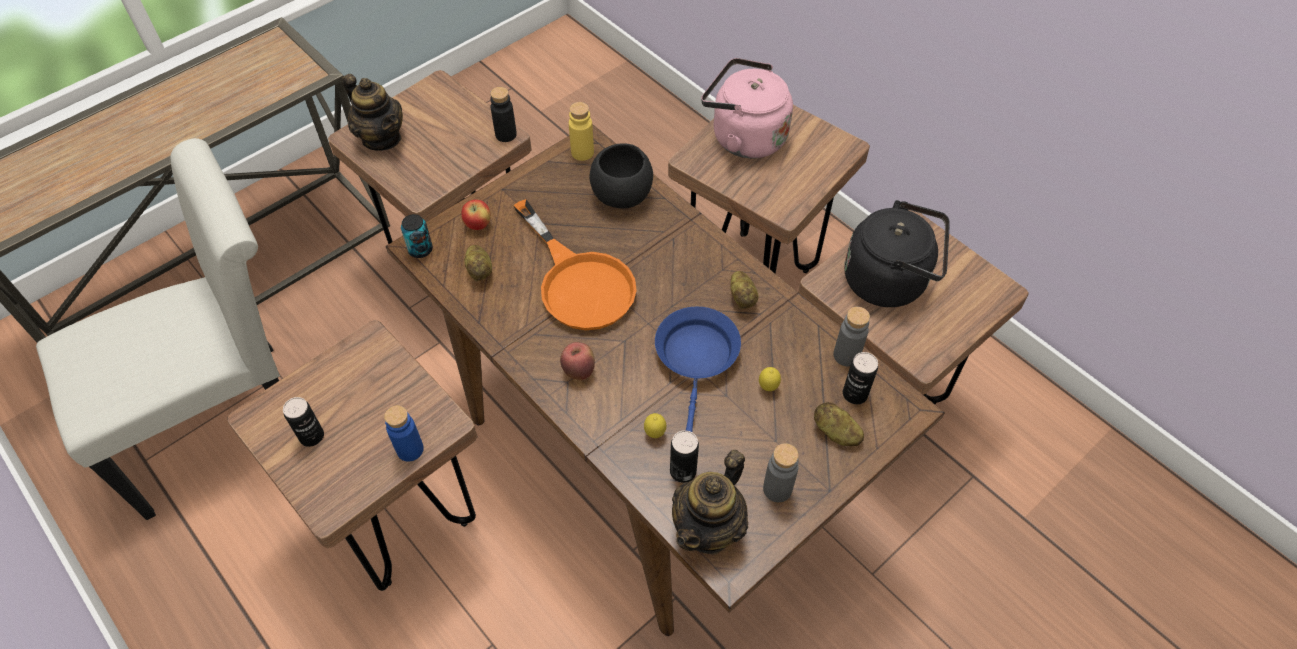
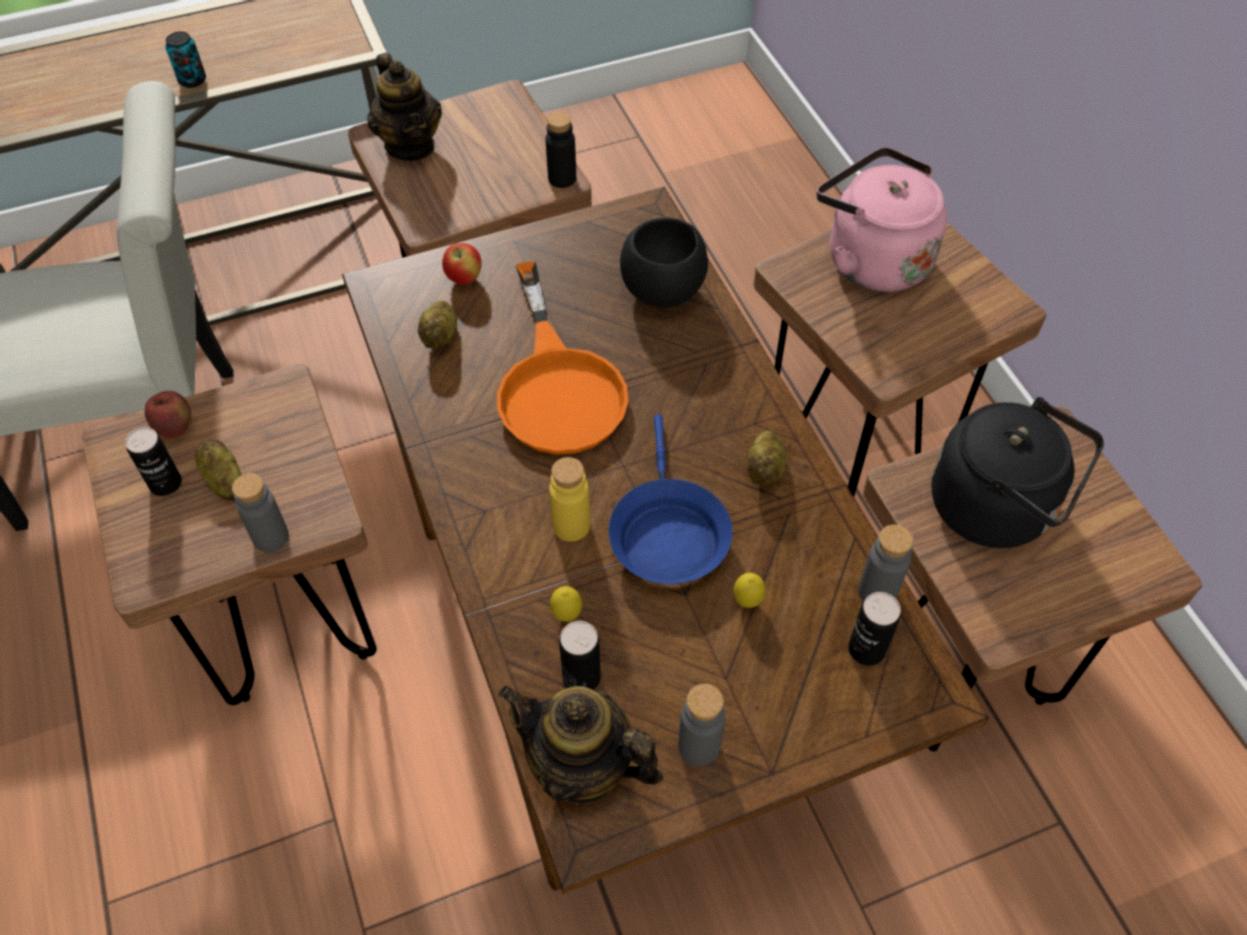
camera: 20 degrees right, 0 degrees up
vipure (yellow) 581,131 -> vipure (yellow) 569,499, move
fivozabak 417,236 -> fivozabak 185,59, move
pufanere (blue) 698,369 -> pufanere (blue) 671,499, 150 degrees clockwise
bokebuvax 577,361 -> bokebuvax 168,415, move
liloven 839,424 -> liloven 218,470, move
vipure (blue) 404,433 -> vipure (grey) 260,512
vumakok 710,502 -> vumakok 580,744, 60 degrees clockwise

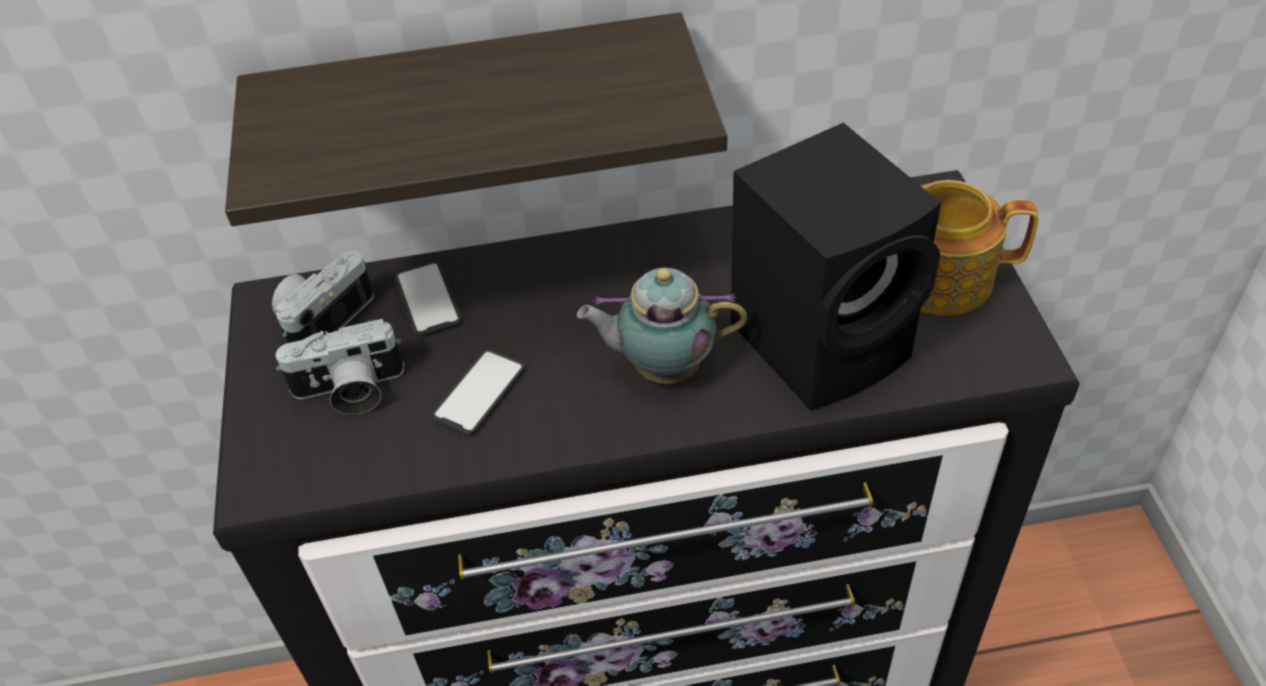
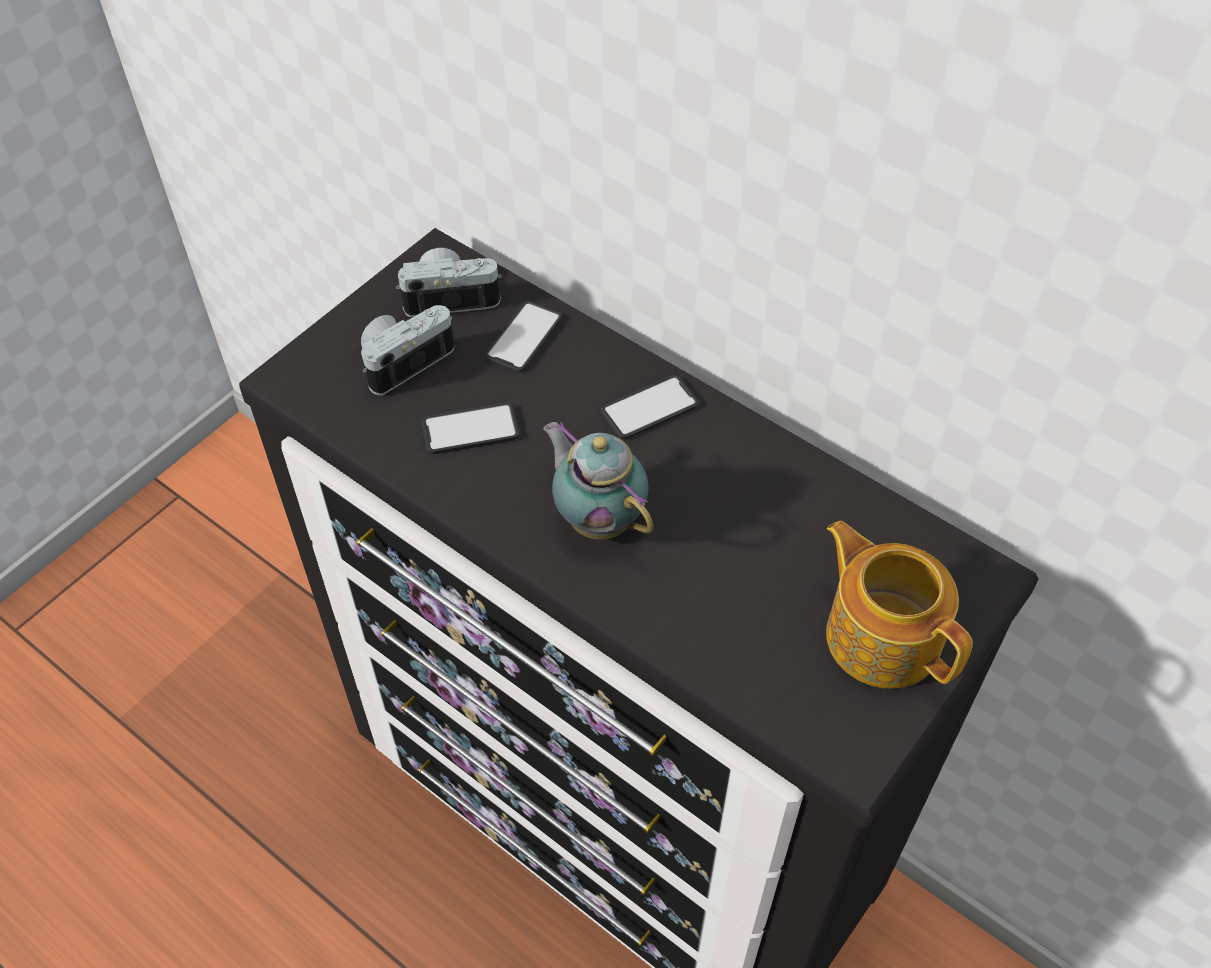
camera: 45 degrees right, 5 degrees up
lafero 476,119 -> none
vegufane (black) 836,267 -> none
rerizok 340,367 -> rerizok 407,350, 105 degrees clockwise
none -> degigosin 650,407

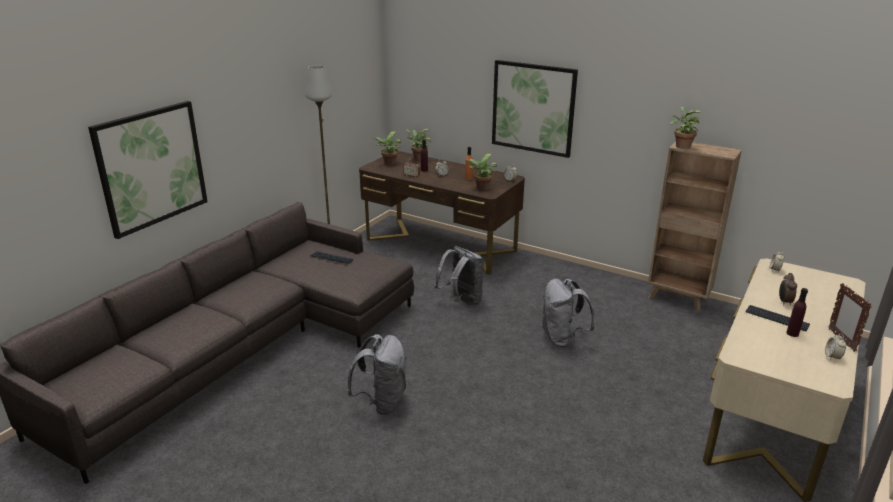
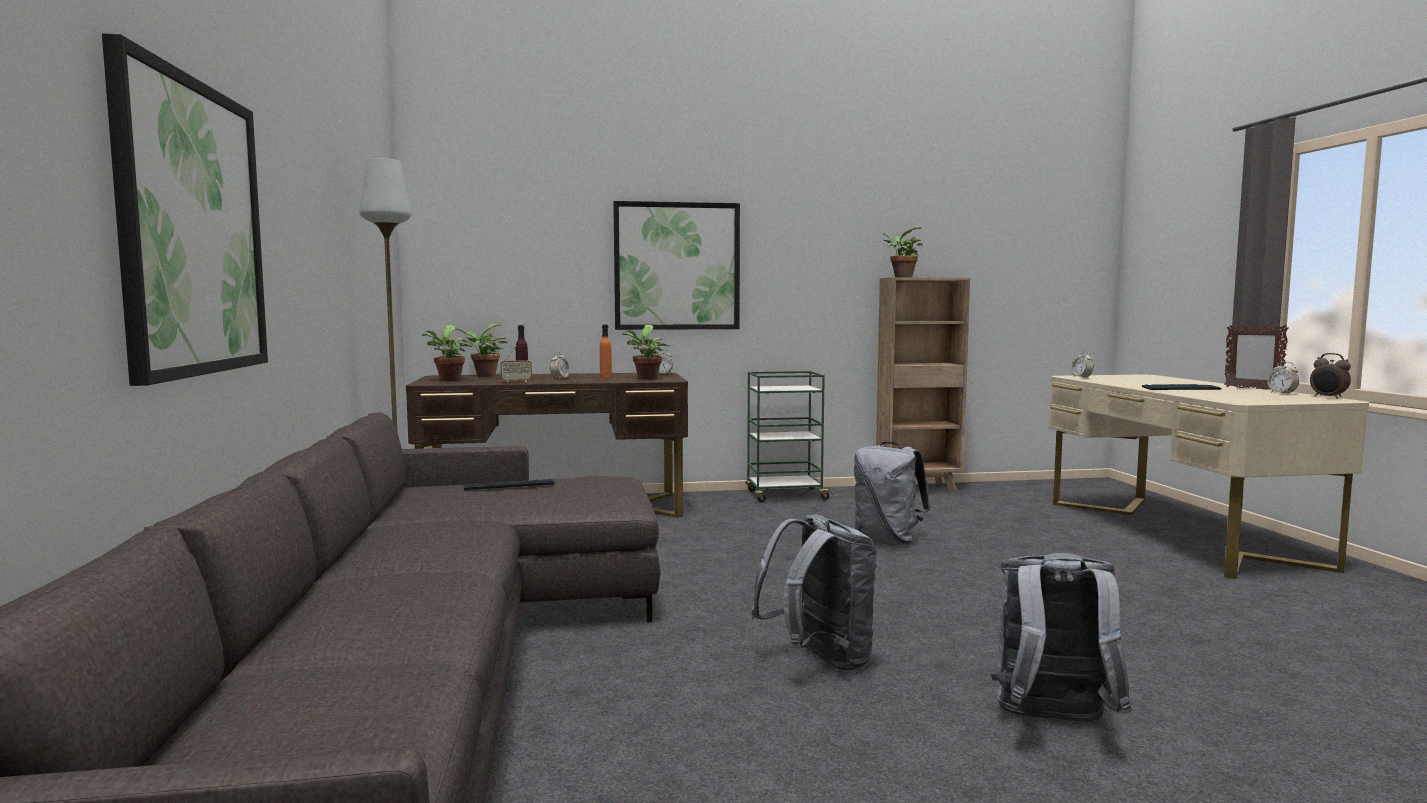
camera: 40 degrees left, 20 degrees down
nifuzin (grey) 459,276 -> nifuzin (grey) 1061,637, move
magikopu 788,289 -> magikopu 1330,376, move
vipure (purple) 797,312 -> none
none -> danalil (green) 789,436

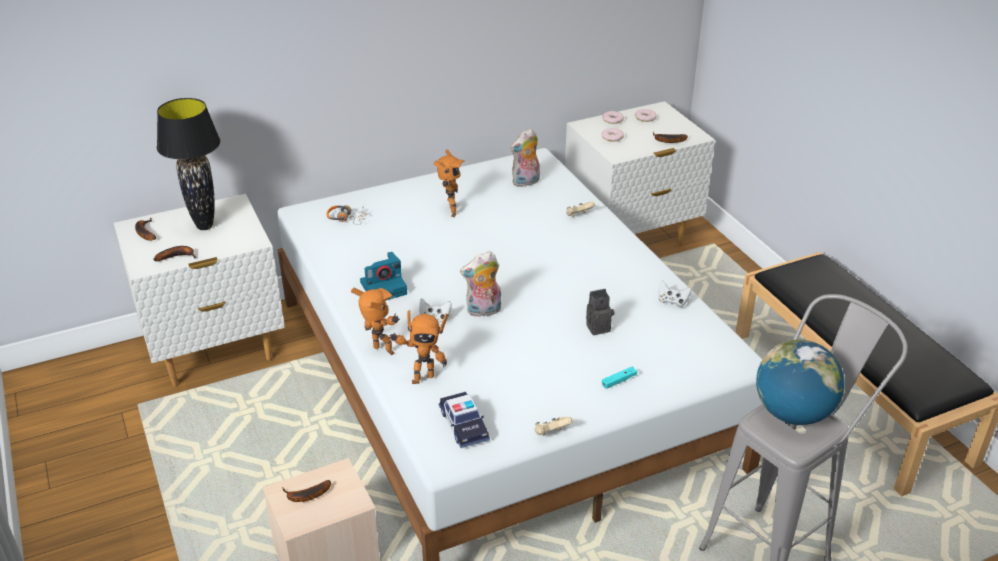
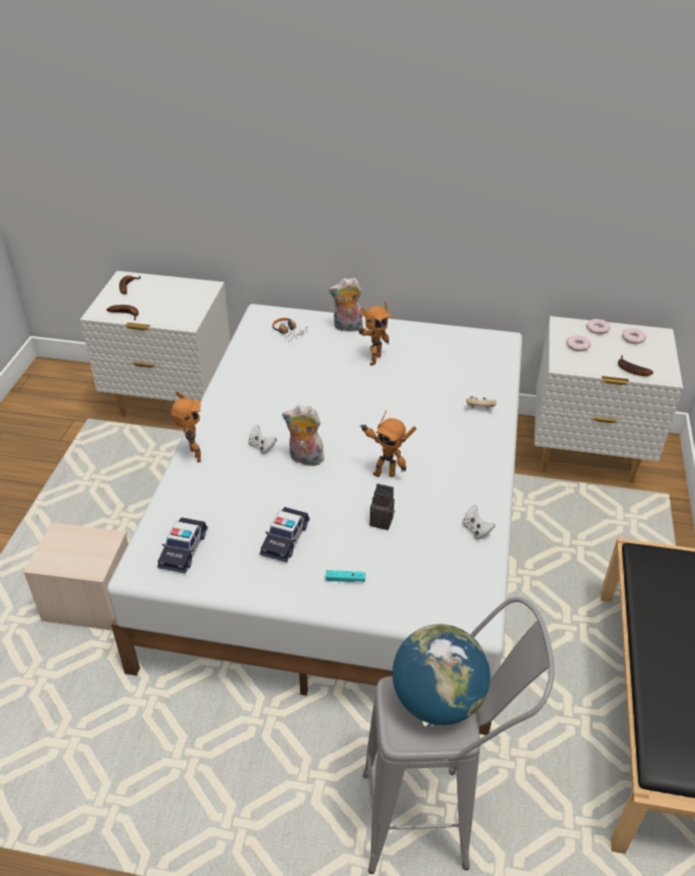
camera: 35 degrees right, 5 degrees up
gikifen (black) 188,164 -> none
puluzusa 525,157 -> puluzusa 346,305, move
rerizok 383,276 -> none
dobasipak 418,347 -> dobasipak 388,444, move
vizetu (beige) 553,426 -> none
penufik 307,491 -> none
none -> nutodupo 285,534

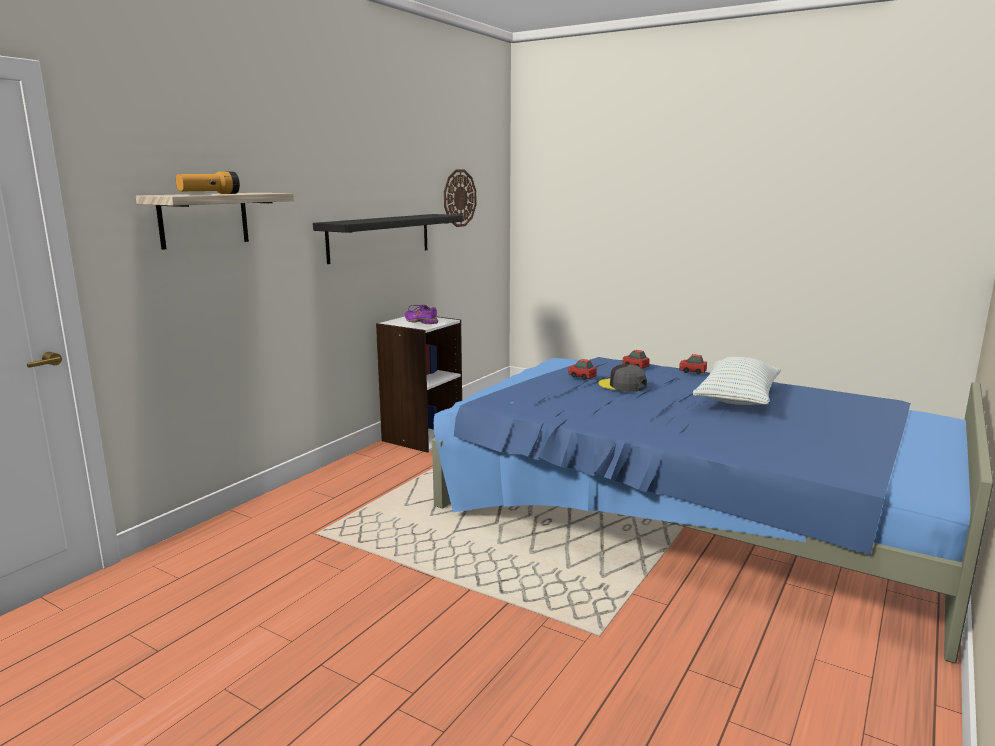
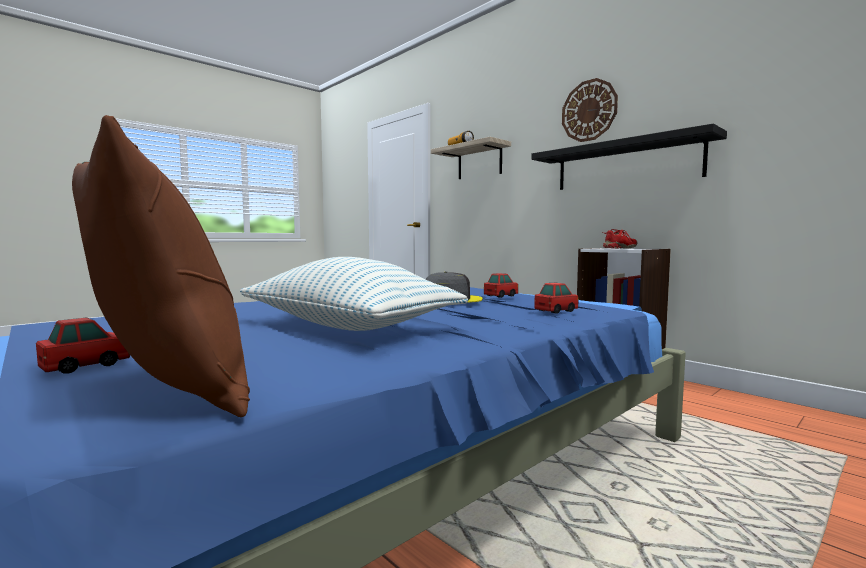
camera: 105 degrees right, 10 degrees down
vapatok 460,198 -> vapatok 590,110, move
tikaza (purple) 421,314 -> tikaza (red) 620,239
nutodupo 693,364 -> nutodupo 83,345, move
none -> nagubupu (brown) 161,266

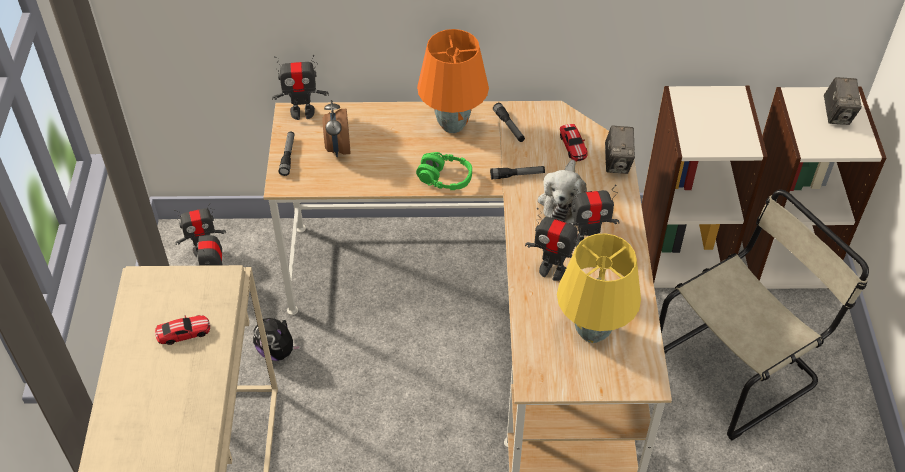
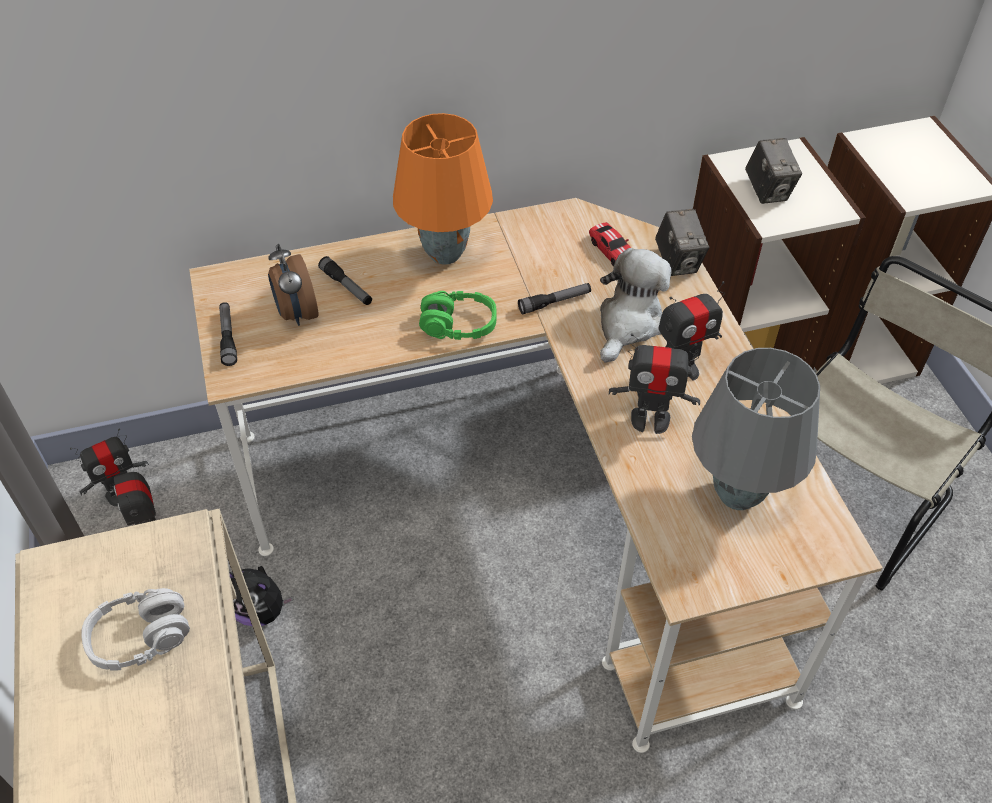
camera: 15 degrees left, 0 degrees up
dobasipak 300,87 -> none
rerizok 843,101 -> rerizok 773,171, move
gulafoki 509,122 -> gulafoki 345,280, move
puluzusa 565,192 -> puluzusa 635,305, 150 degrees counterclockwise
gikifen (yellow) 599,288 -> gikifen (grey) 756,429
nutodupo 182,330 -> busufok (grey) 136,629

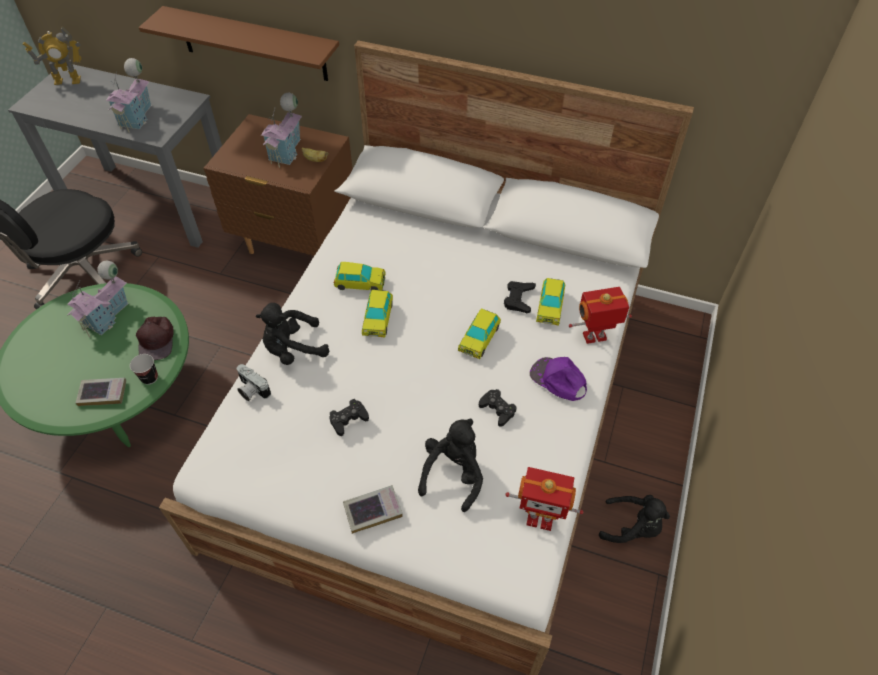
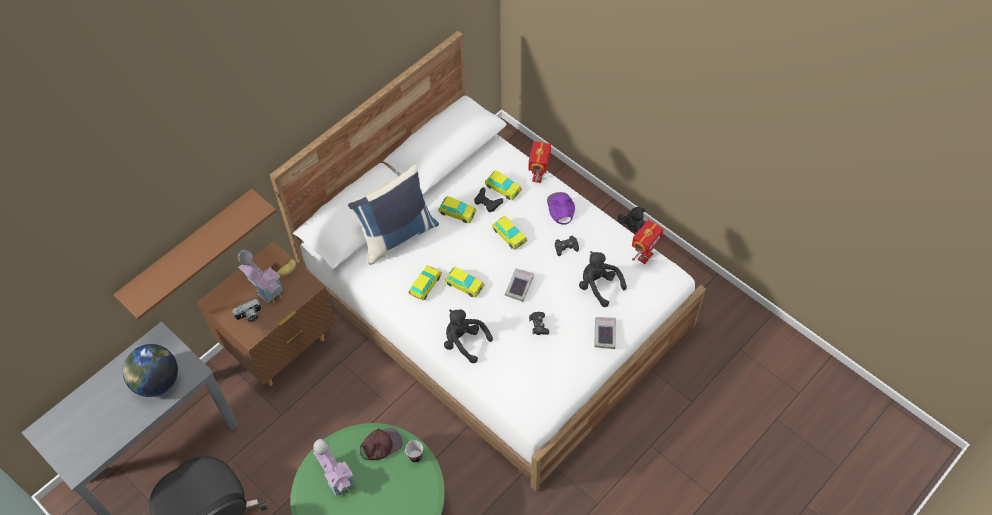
camera: 65 degrees left, 5 degrees up
dobasipak 52,55 -> none
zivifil 129,95 -> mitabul 150,370
puluzusa (black) 292,334 -> puluzusa (black) 468,336, 120 degrees clockwise
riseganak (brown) 155,338 -> riseganak (brown) 381,444, 45 degrees counterclockwise
riseganak (purple) 558,379 -> riseganak (purple) 561,208, 105 degrees clockwise
rerizok 254,382 -> rerizok 246,310, move
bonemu 101,392 -> bonemu 519,285, move
none -> nagubupu (blue) 393,214
none -> nutodupo 457,209

